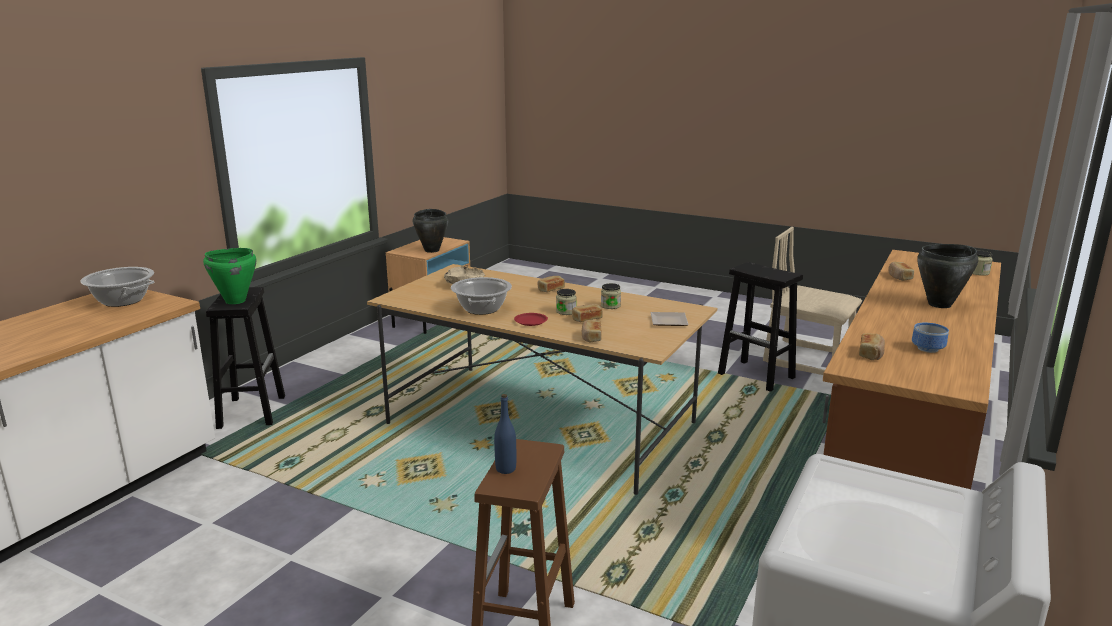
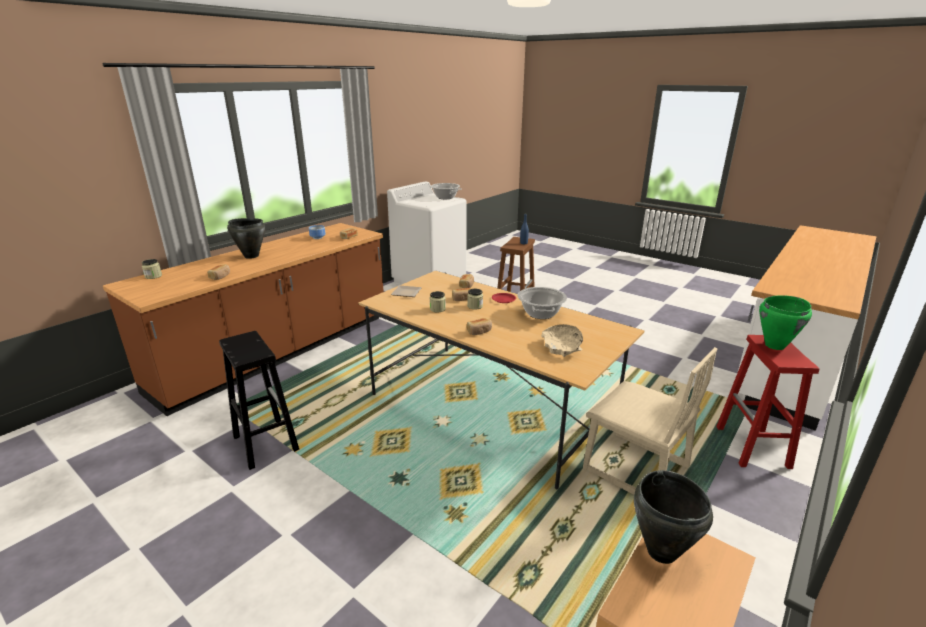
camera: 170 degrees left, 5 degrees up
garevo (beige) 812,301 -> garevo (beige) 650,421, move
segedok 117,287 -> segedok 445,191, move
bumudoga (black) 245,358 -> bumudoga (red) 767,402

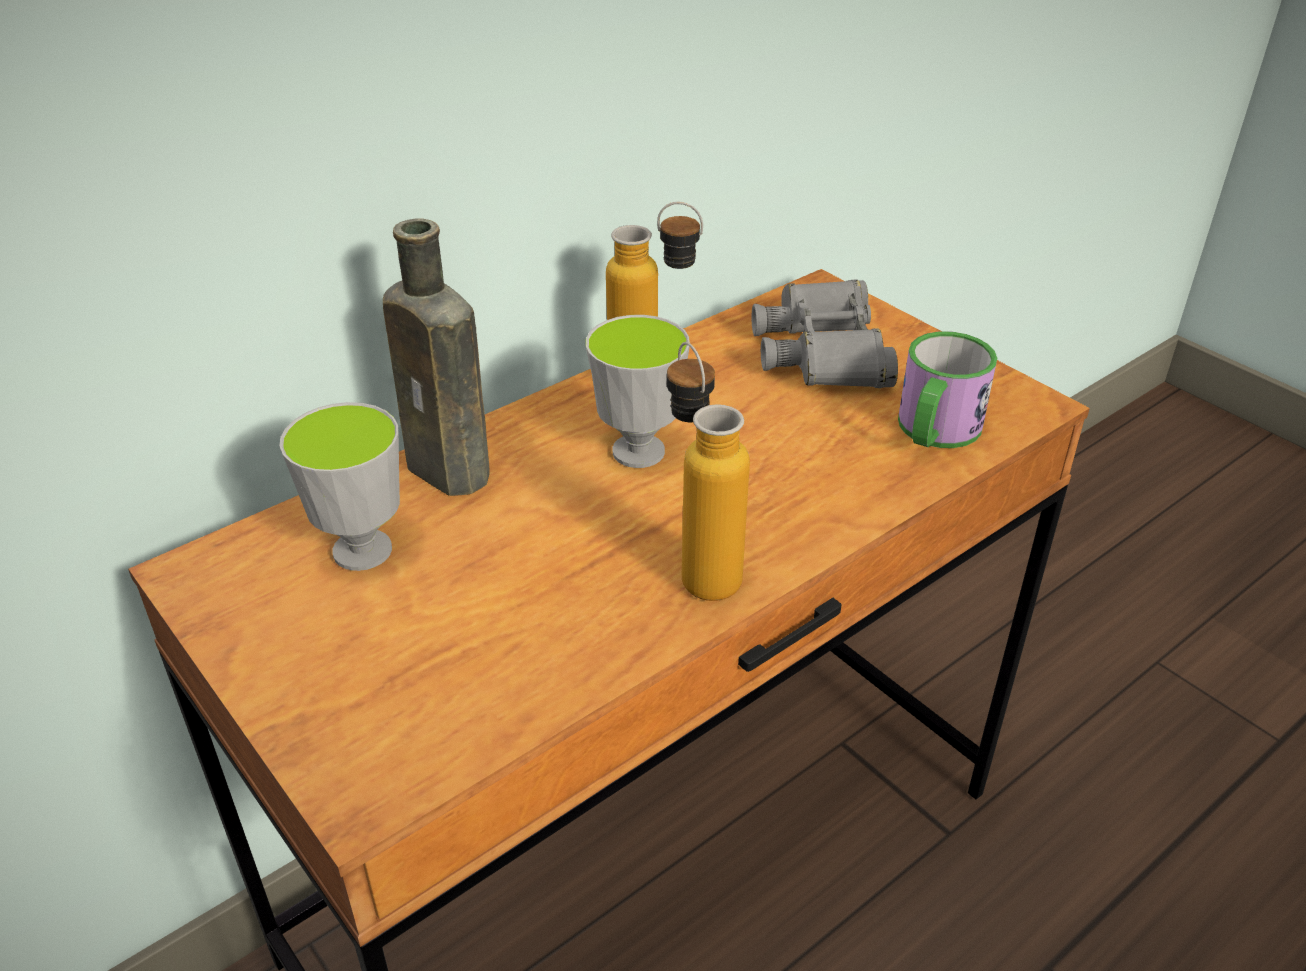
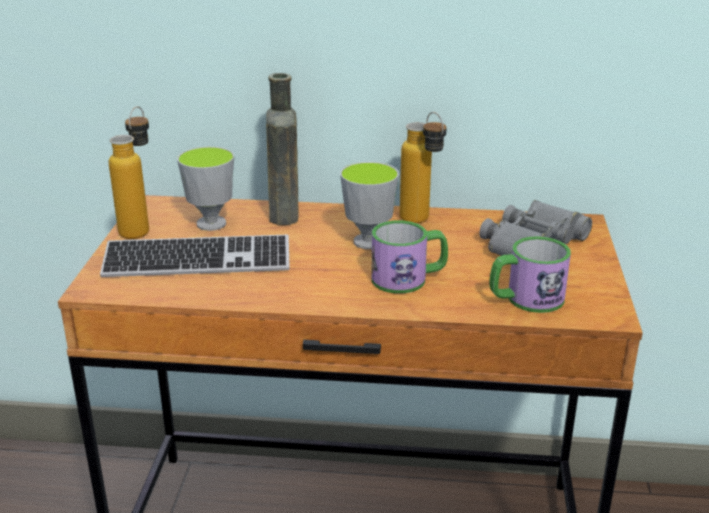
camera: 45 degrees right, 10 degrees down
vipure 708,471 -> vipure 129,172, move
none -> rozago 409,257
none -> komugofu 195,256

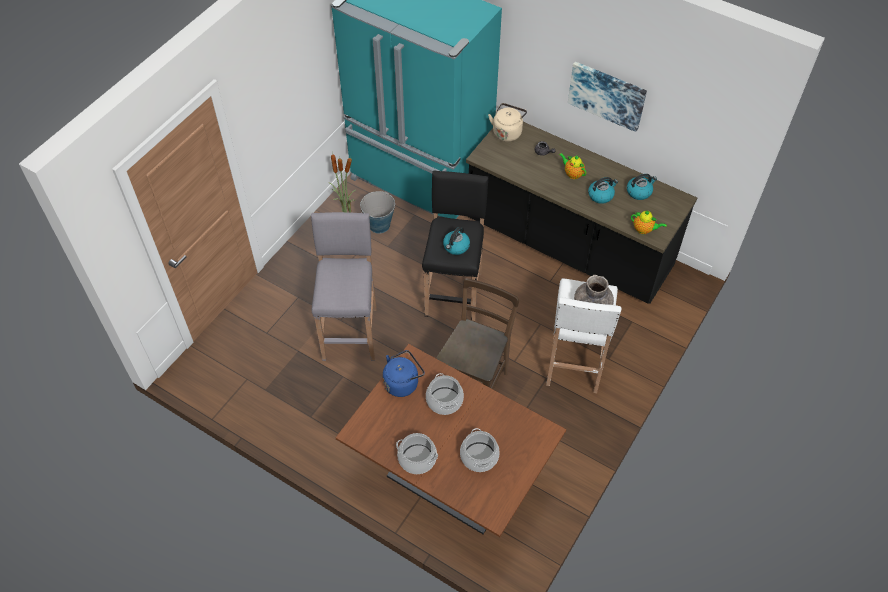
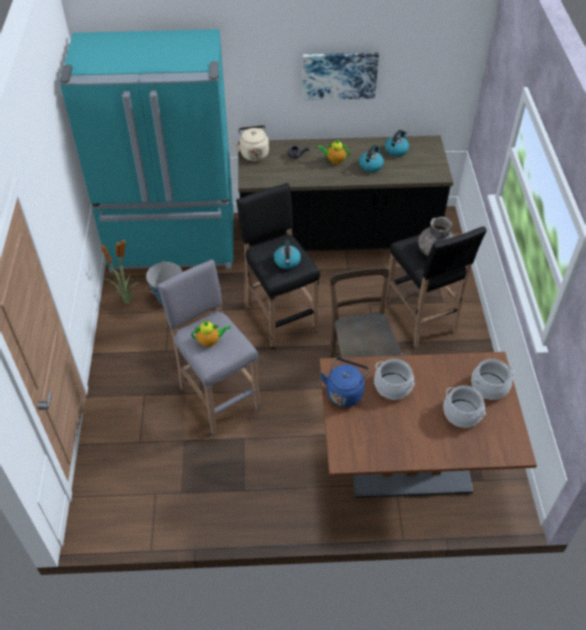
camera: 35 degrees left, 5 degrees down
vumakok 649,222 -> vumakok 211,334, move
bumudoga (white) 583,335 -> bumudoga (black) 436,287
segedok 417,453 -> segedok 493,379, move

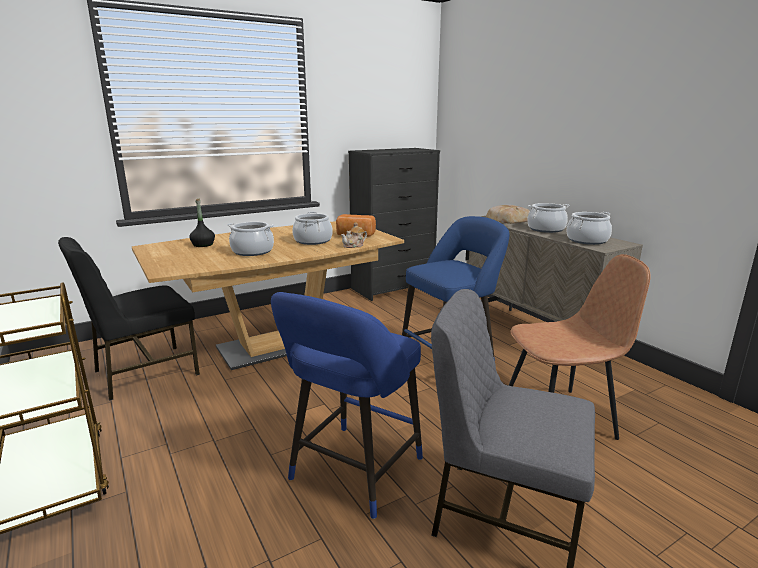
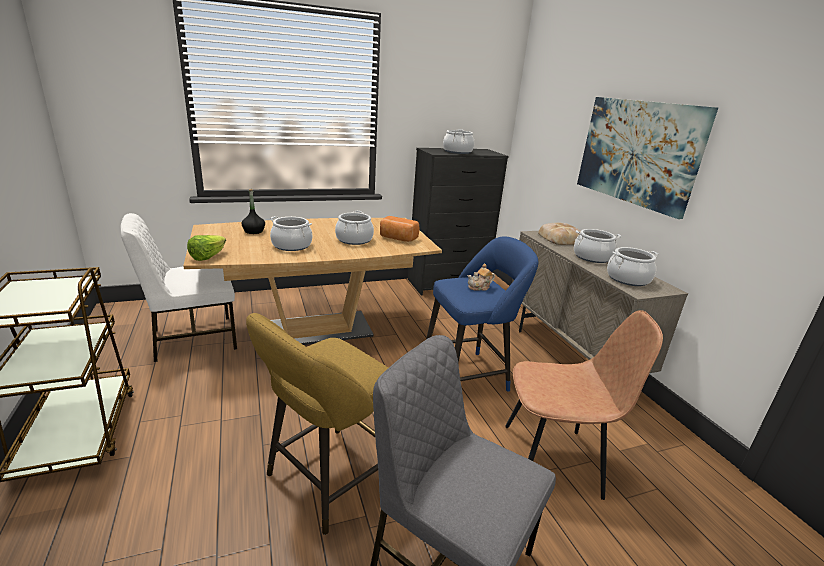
camera: 10 degrees right, 5 degrees up
vumakok 354,235 -> vumakok 481,277, move
garevo (black) 129,319 -> garevo (white) 179,287
bumudoga (blue) 347,405 -> bumudoga (yellow) 317,424
none -> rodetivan 647,158
none -> segedok 459,141
none -> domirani 206,248

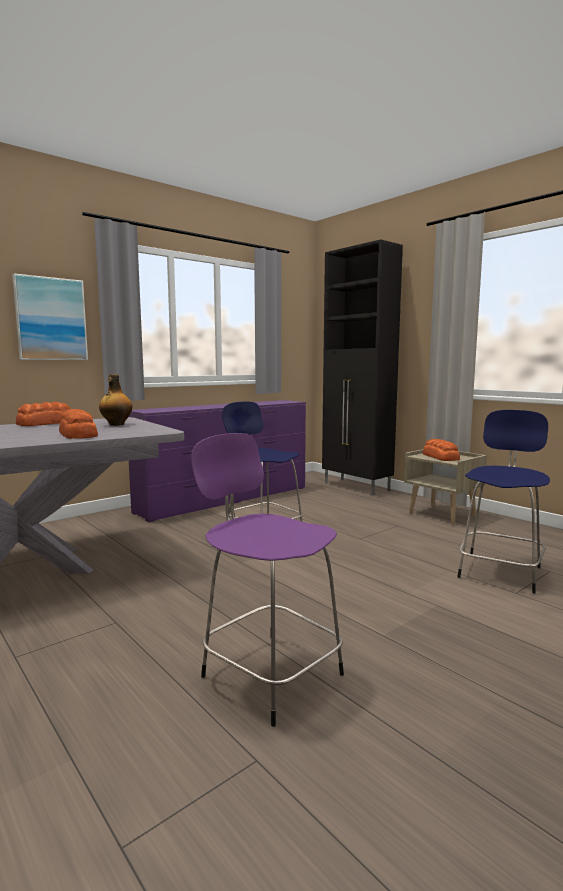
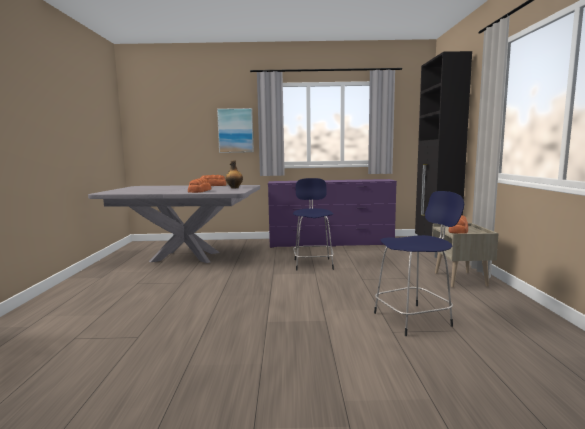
camera: 40 degrees right, 0 degrees up
bumudoga (purple) 267,580 -> none

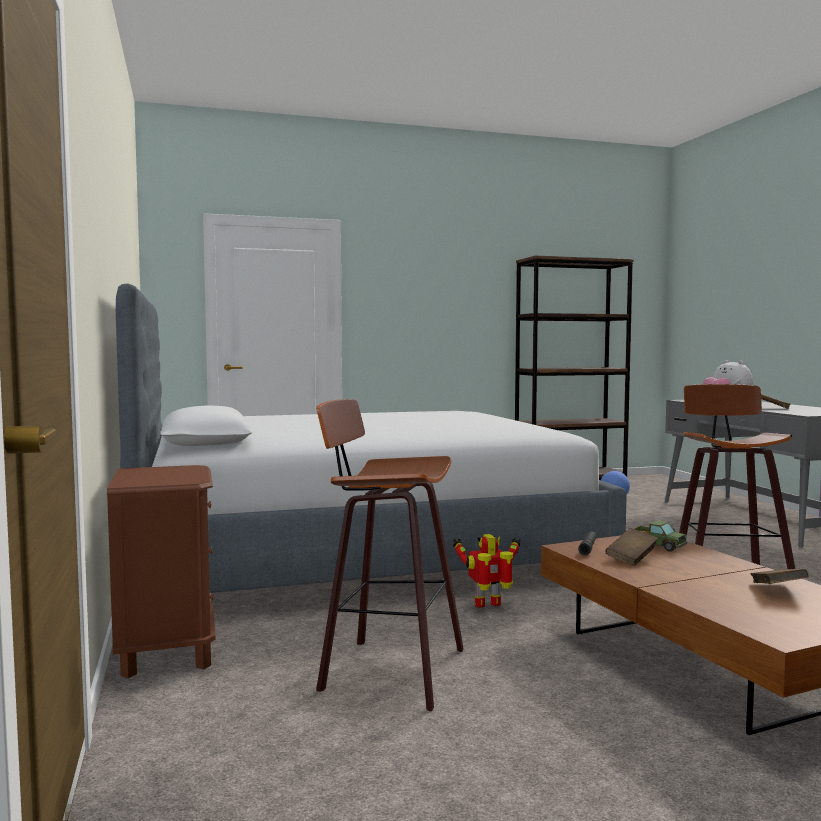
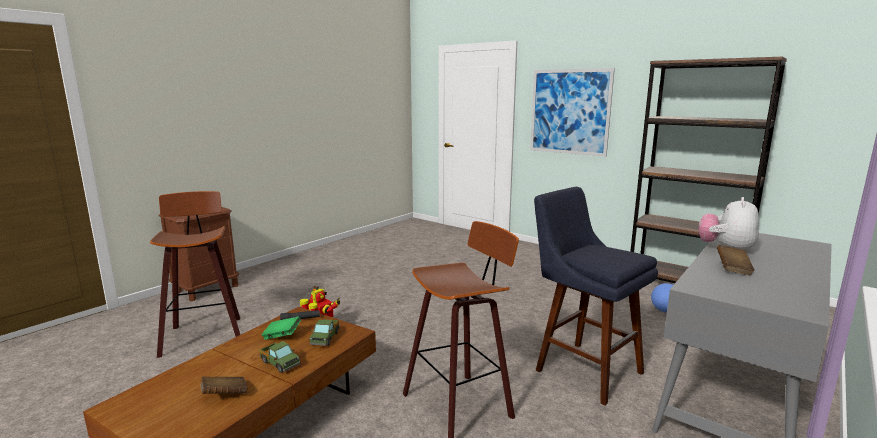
camera: 55 degrees right, 10 degrees up
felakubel 371,438 -> none
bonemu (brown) 632,547 -> bonemu (green) 281,328
none -> rodetivan 572,112
none -> bumudoga (blue) 596,296
none -> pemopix 279,357

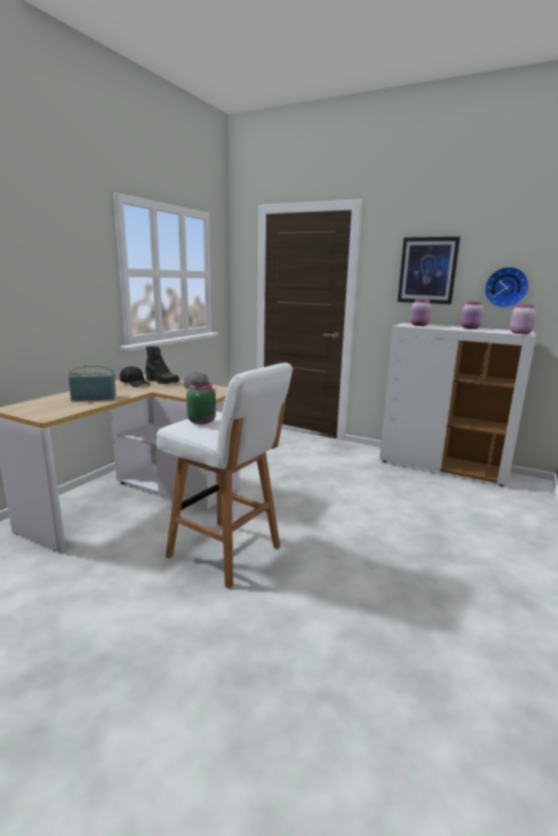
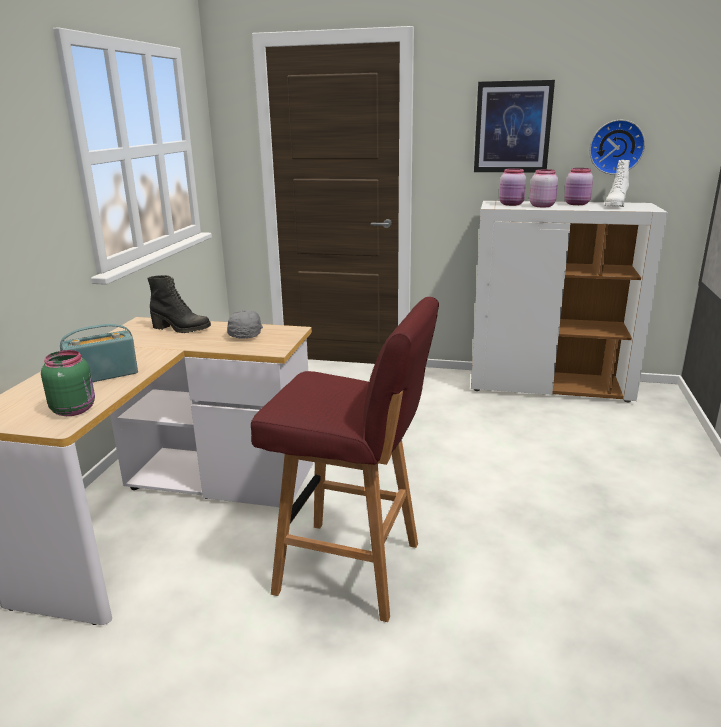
camera: 15 degrees left, 5 degrees up
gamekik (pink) 523,319 -> gamekik (pink) 544,188, move
bumudoga (white) 224,476 -> bumudoga (red) 345,459
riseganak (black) 135,376 -> none
gamekik (green) 201,403 -> gamekik (green) 68,383, move
none -> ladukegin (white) 617,183

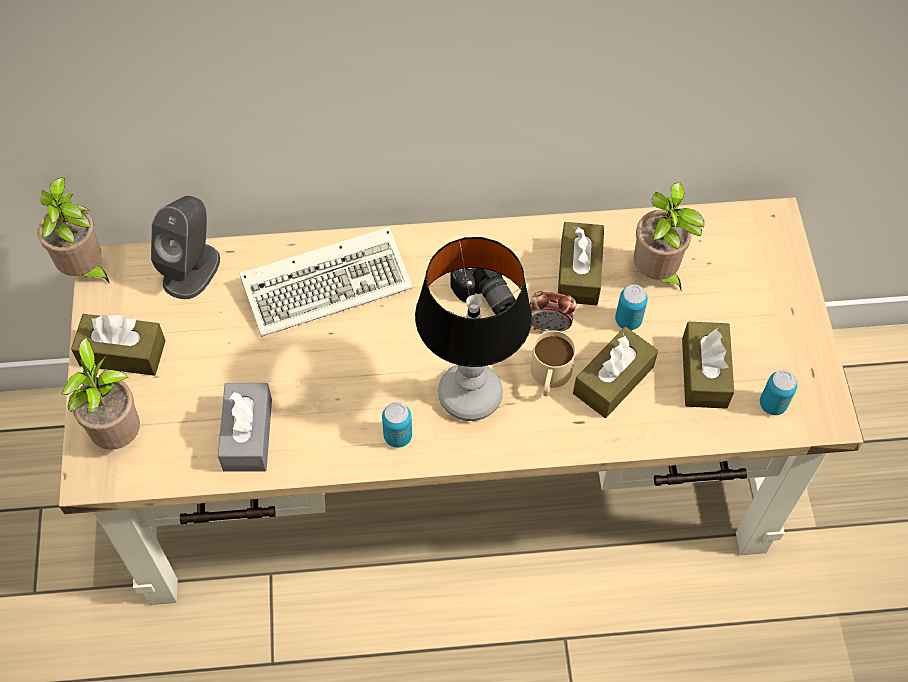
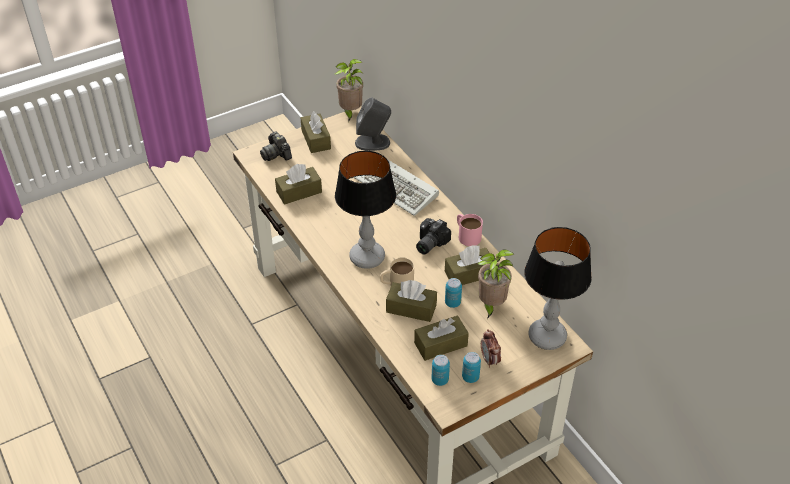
camera: 65 degrees right, 15 degrees down
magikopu 553,311 -> magikopu 491,348, move
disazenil 101,394 -> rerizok 276,146
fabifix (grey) 245,427 -> fabifix (brown) 298,184
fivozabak 397,425 -> fivozabak 471,367, move
none -> rozago (pink) 470,230
none -> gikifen 558,288

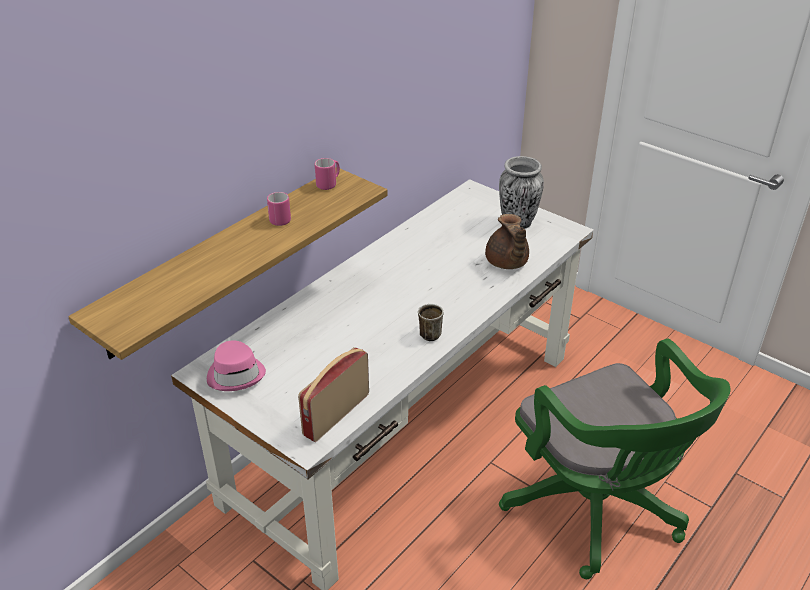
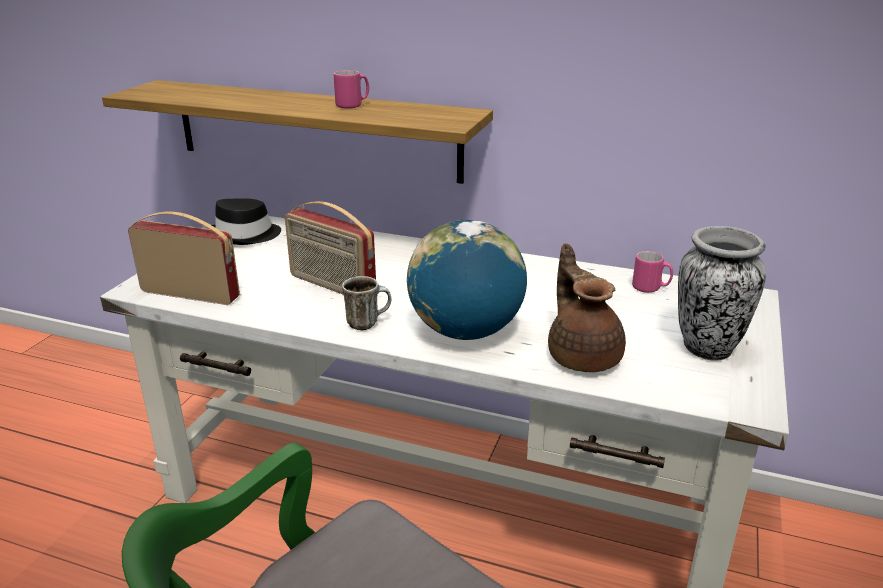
camera: 70 degrees right, 10 degrees down
rozago (pink) 327,174 -> rozago (pink) 652,272, move
vumakok (brown) 507,241 -> vumakok (brown) 587,308, 105 degrees clockwise
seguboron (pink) 236,365 -> seguboron (black) 244,221
none -> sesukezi 330,248
none -> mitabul 467,280

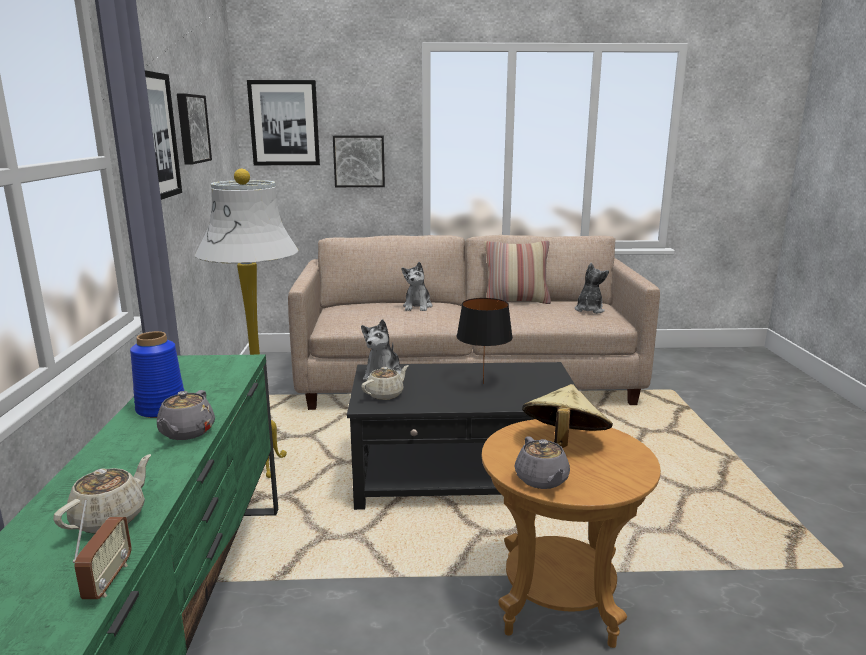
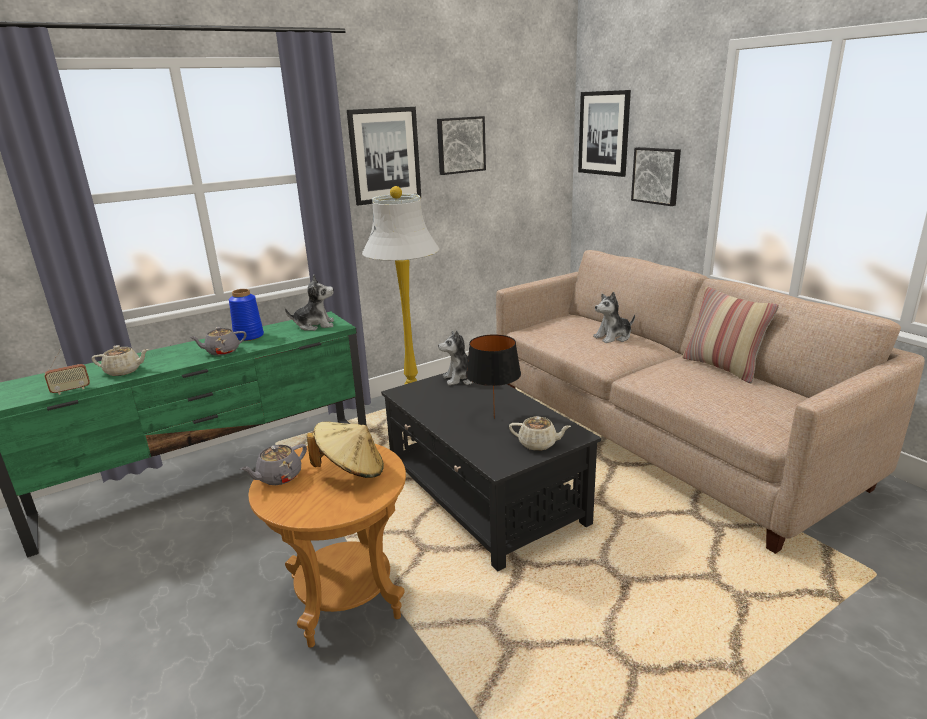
camera: 60 degrees right, 5 degrees up
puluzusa 592,288 -> puluzusa 309,303, move
vumakok (beige) 385,382 -> vumakok (beige) 540,433, move

